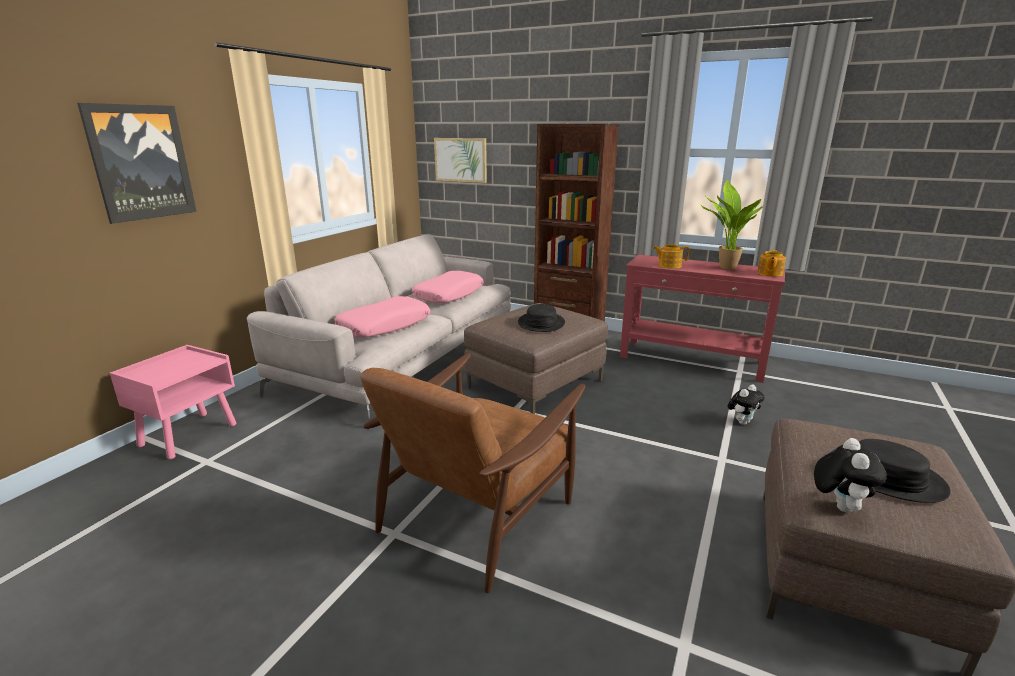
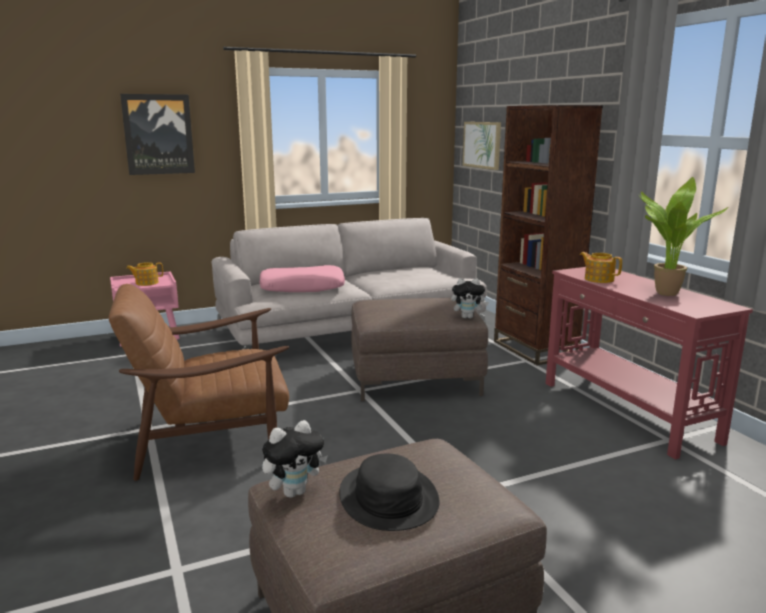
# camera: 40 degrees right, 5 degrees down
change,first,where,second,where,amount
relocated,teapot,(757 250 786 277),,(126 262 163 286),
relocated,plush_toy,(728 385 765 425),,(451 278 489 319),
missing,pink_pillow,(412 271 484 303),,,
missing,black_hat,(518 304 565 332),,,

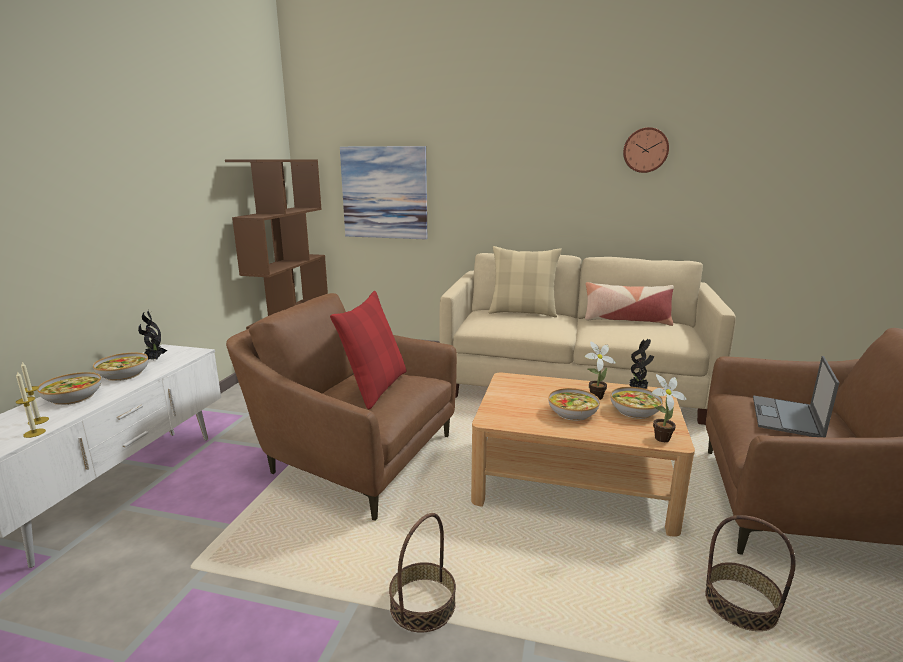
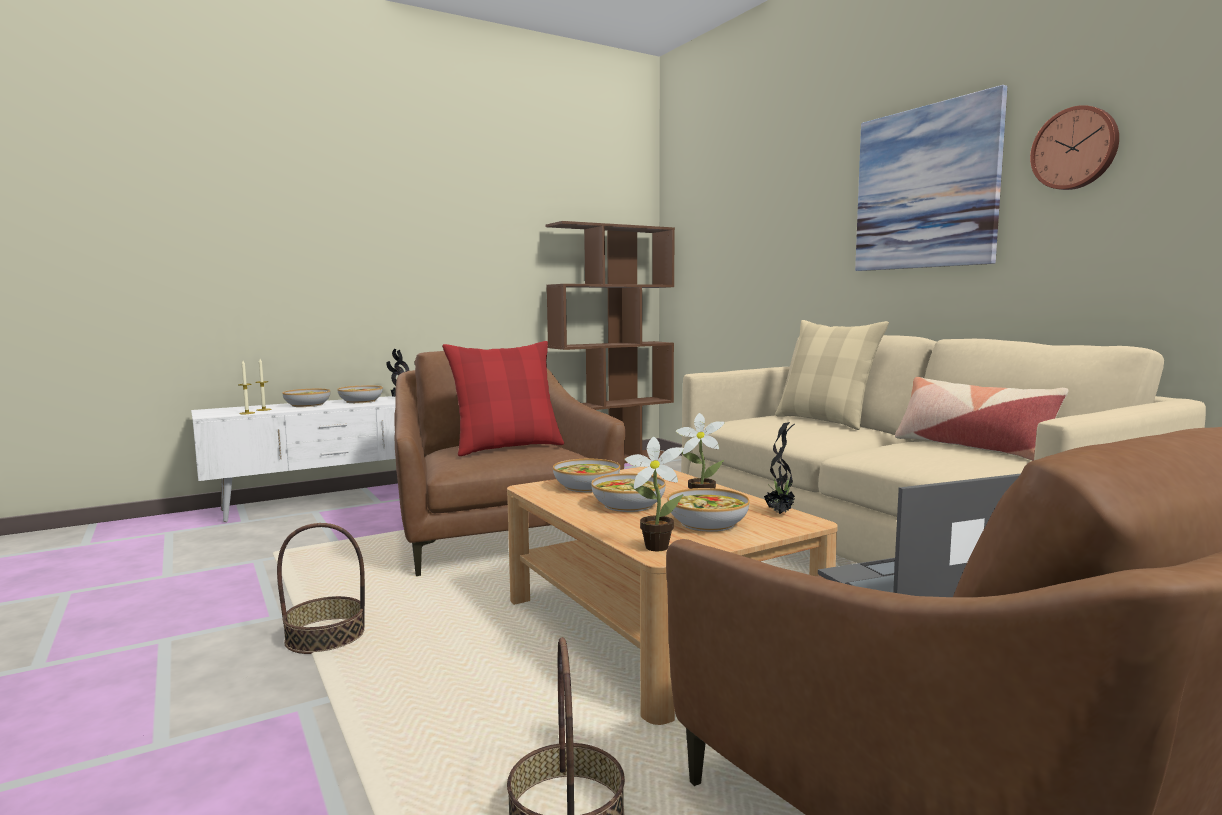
# camera: 45 degrees right, 10 degrees down
change,first,where,second,where,amount
appeared,,,bowl,(553 459 620 492),
relocated,picture,(340 146 428 239),,(855 85 1007 271),

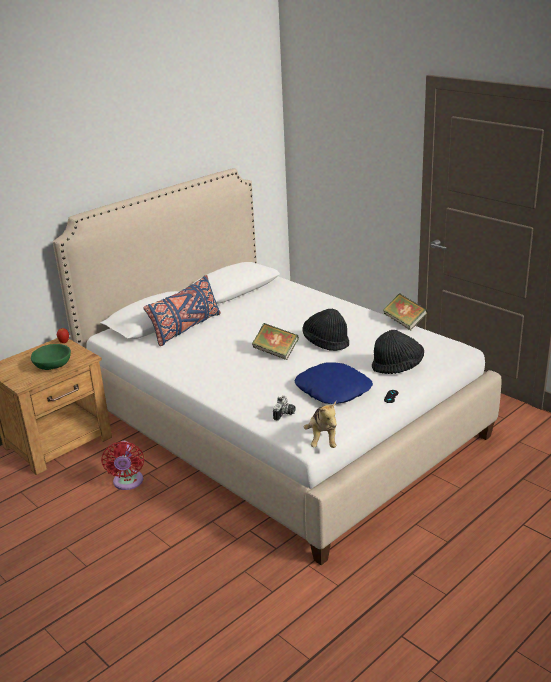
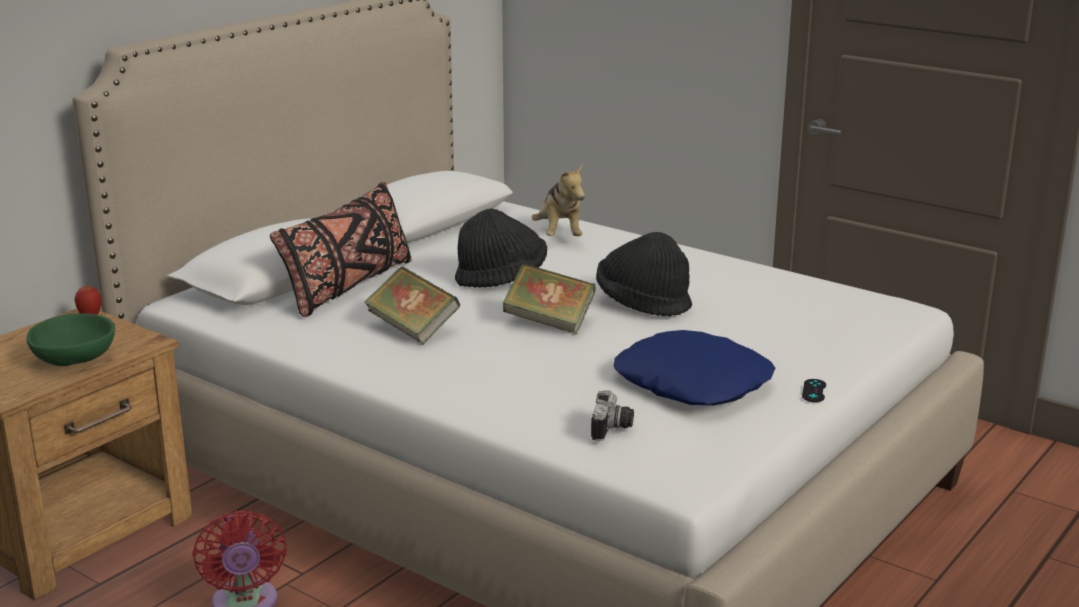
# camera: 10 degrees left, 5 degrees down
change,first,where,second,where,amount
colour,blue_pillow,(143 275 221 346),black_pillow,(270 181 412 317),
relocated,book,(383 294 428 331),,(364 266 460 344),
relocated,black_hat,(372 330 424 374),,(455 208 547 288),
relocated,plush_toy,(304 401 337 448),,(532 164 585 236),

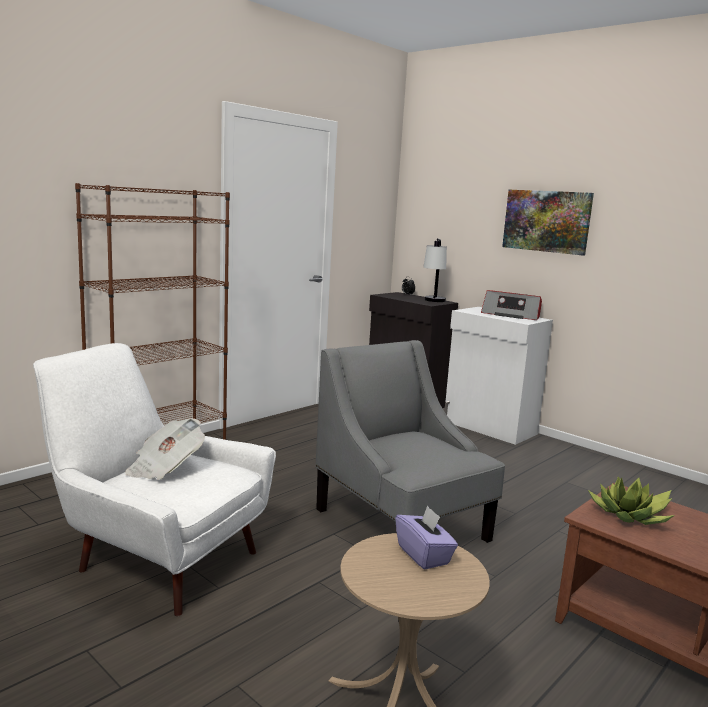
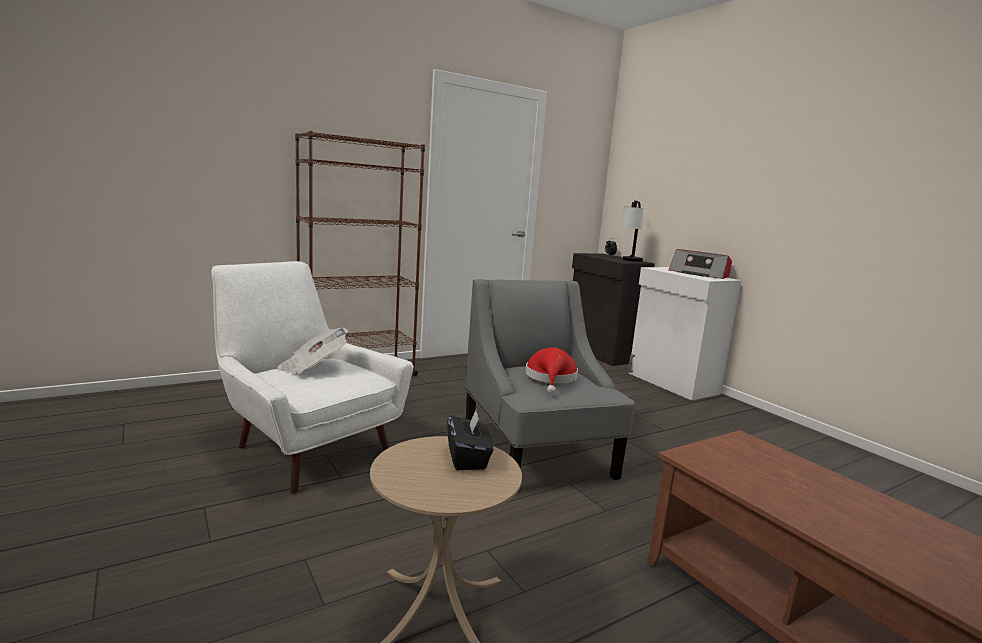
# camera: 15 degrees right, 0 degrees up
change,first,where,second,where,amount
colour,purple_tissue_box,(395 505 458 569),black_tissue_box,(447 410 493 470),
appeared,,,red_hat,(525 348 578 394),
missing,picture,(502 190 594 255),,,
missing,potted_plant,(588 476 675 525),,,

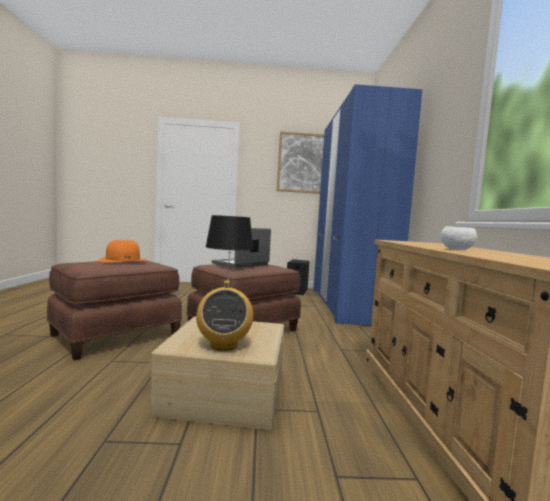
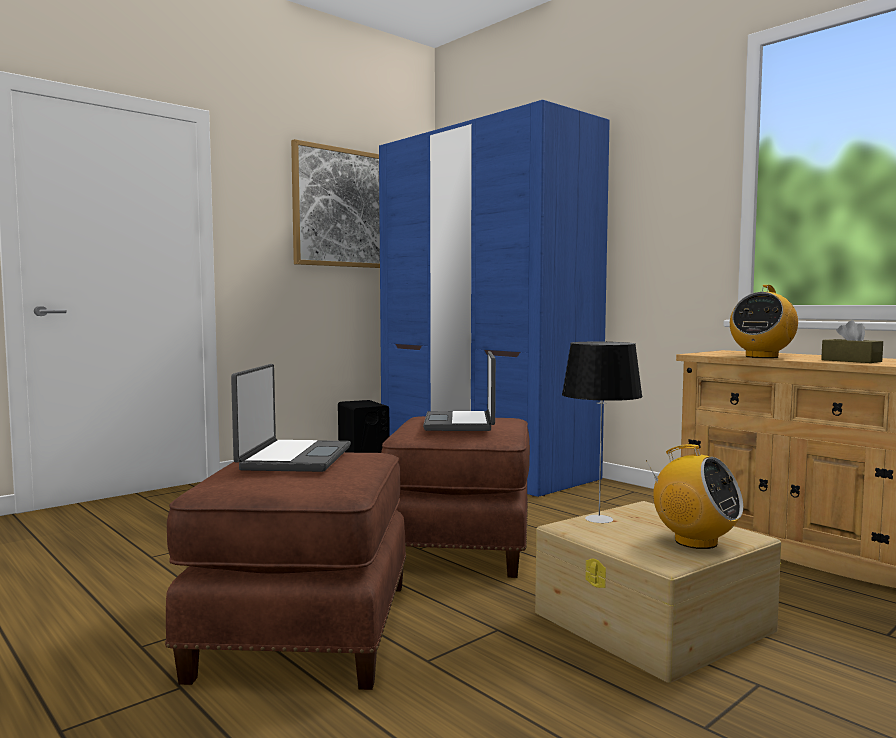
# camera: 40 degrees left, 0 degrees up
change,first,where,second,where,amount
exchanged,orange_hat,(97 240 147 262),laptop,(231 364 351 472),
appeared,,,radio,(730 285 798 358),
exchanged,white_bowl,(441 226 477 250),brown_tissue_box,(821 320 883 363),

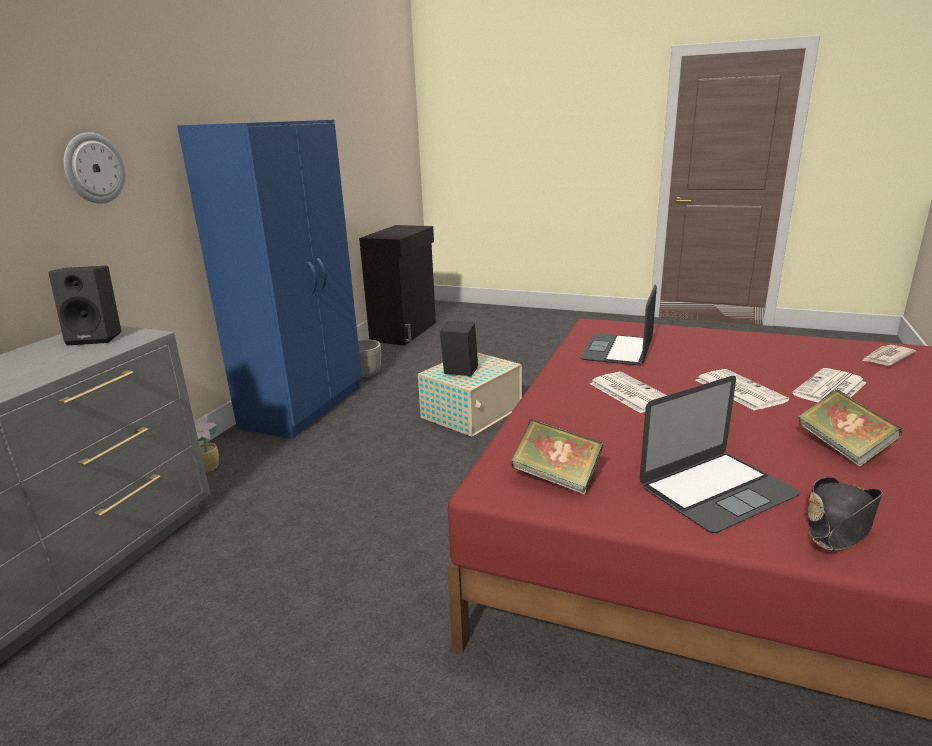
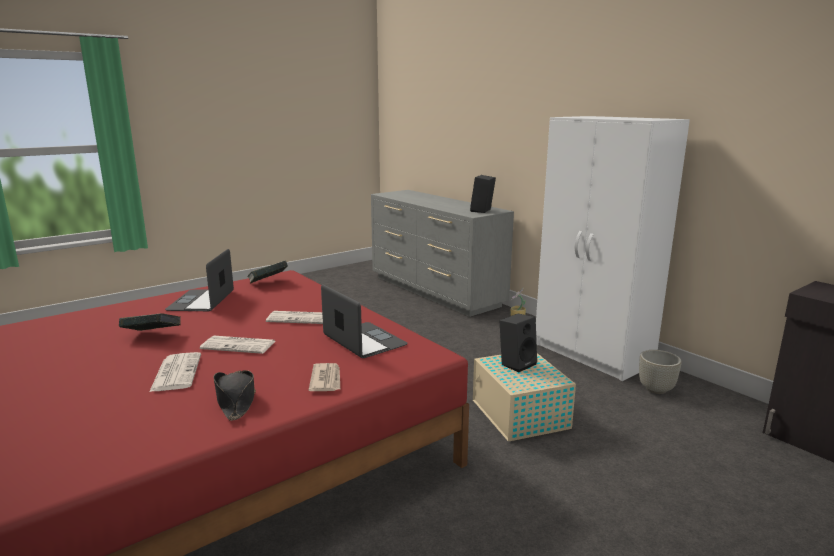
# camera: 120 degrees right, 5 degrees down
change,first,where,second,where,amount
relocated,black_hat,(807 477 883 551),,(214 370 256 421),
relocated,newspaper,(862 345 916 366),,(309 363 340 391),
colour,blue_wardrobe,(177 120 362 439),white_wardrobe,(536 116 690 381),
missing,wall_clock,(64 132 126 204),,,

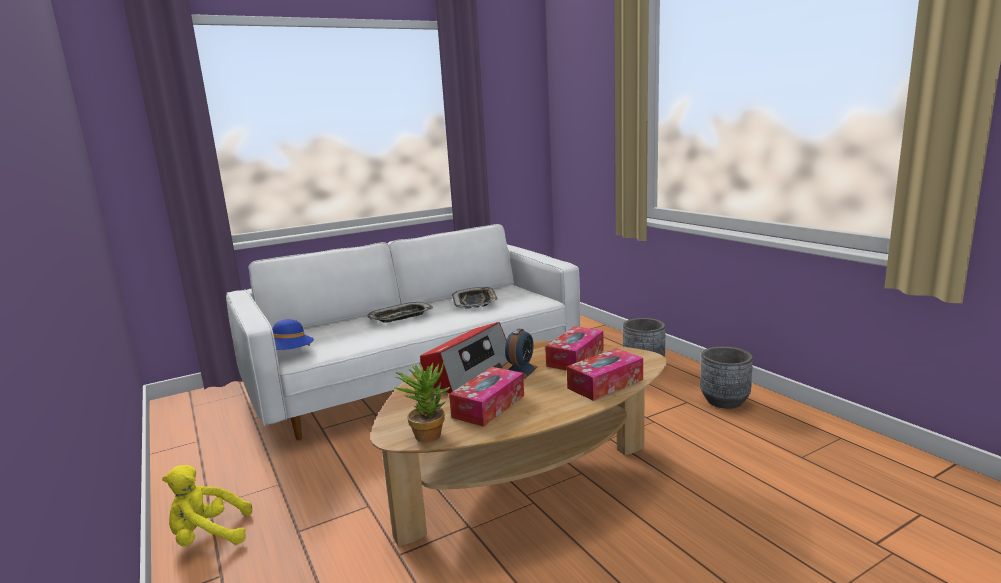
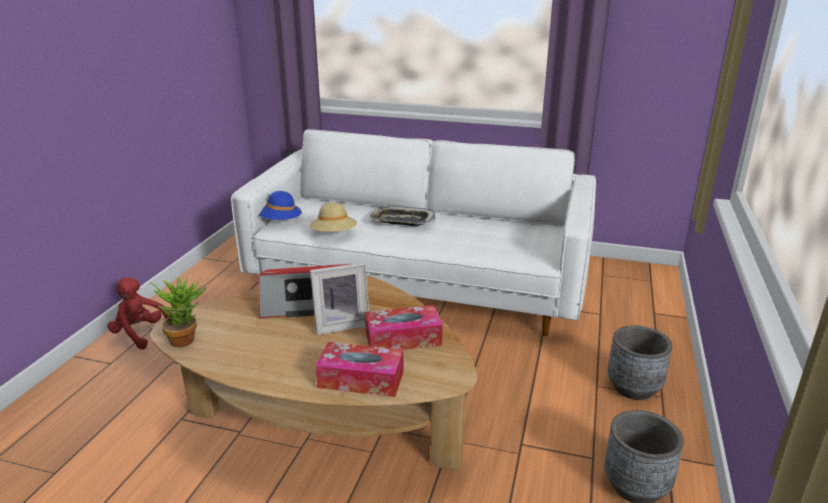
# camera: 45 degrees right, 10 degrees up
change,first,where,second,where,amount
colour,yellow_plush_toy,(162 465 252 547),red_plush_toy,(107 277 169 349),
appeared,,,beige_hat,(310 202 357 232),
exchanged,alarm_clock,(505 329 538 379),picture_frame,(310 262 369 335),
missing,tissue_box,(449 367 524 427),,,
missing,tray,(452 287 498 308),,,

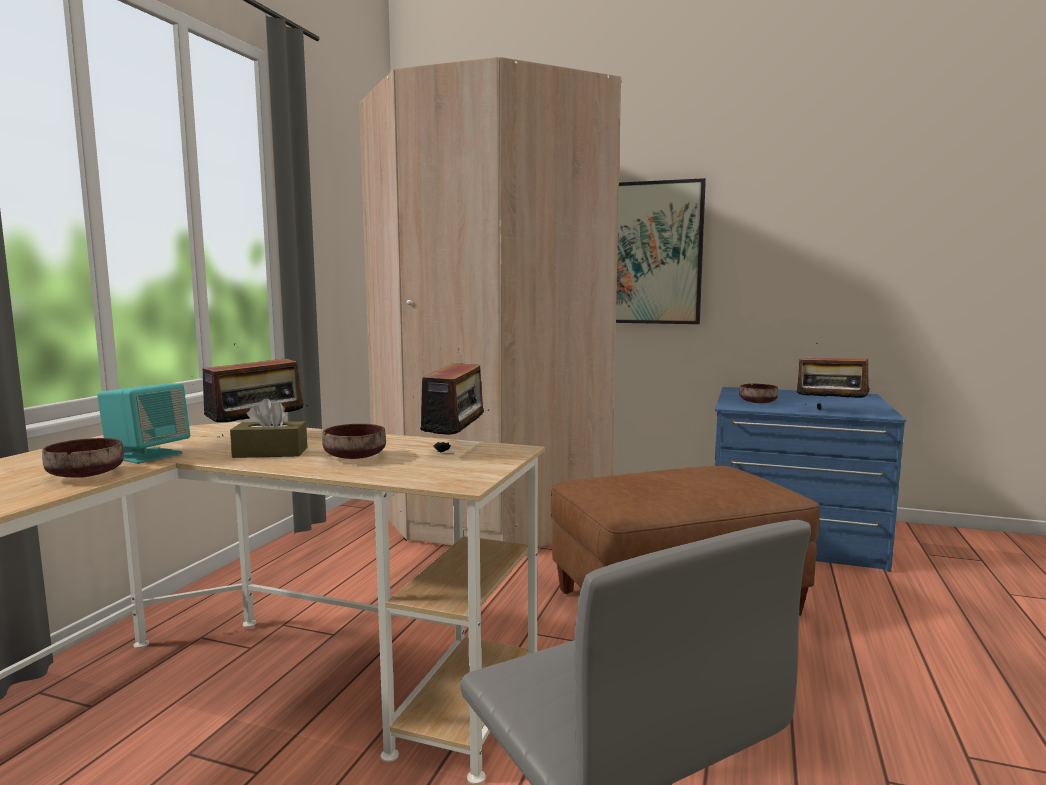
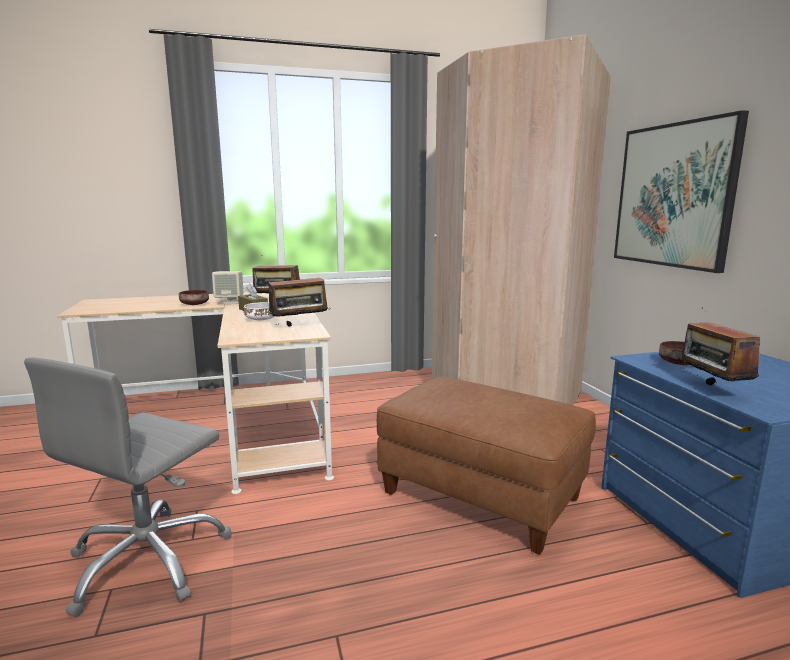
# camera: 55 degrees right, 5 degrees up
change,first,where,second,where,amount
colour,turquoise_speaker,(97 383 190 464),beige_speaker,(212 271 243 304),
colour,brown_bowl,(322 424 386 459),white_bowl,(244 302 275 320),

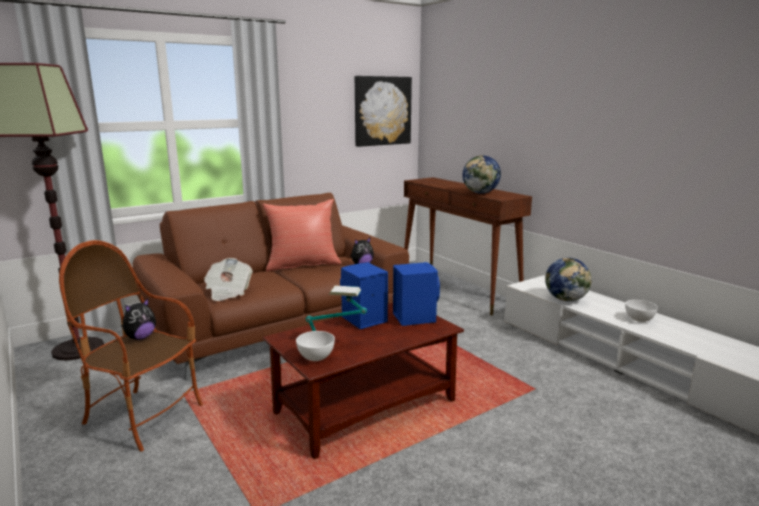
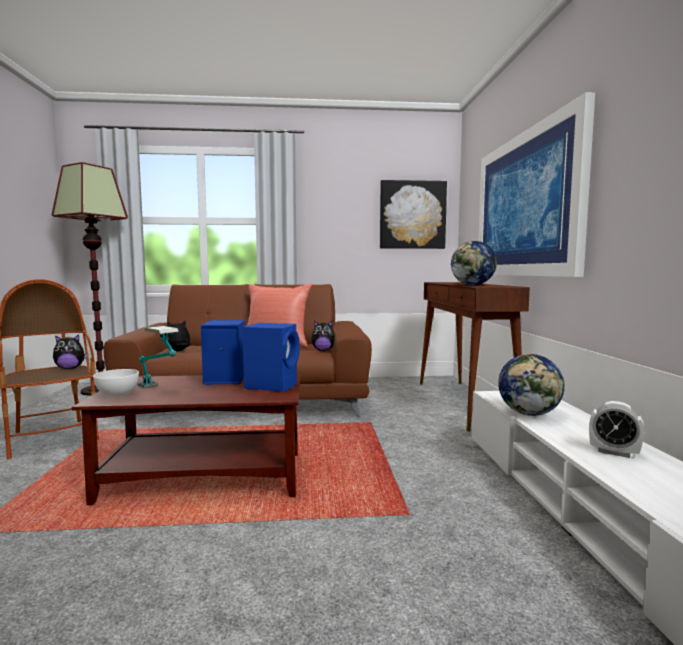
# camera: 30 degrees right, 10 degrees down
change,first,where,second,where,amount
exchanged,newspaper,(204 258 253 301),plush_toy,(167 320 191 351),
appeared,,,picture,(478 92 595 277),
exchanged,white_bowl,(625 300 658 322),alarm_clock,(589 401 644 458),

